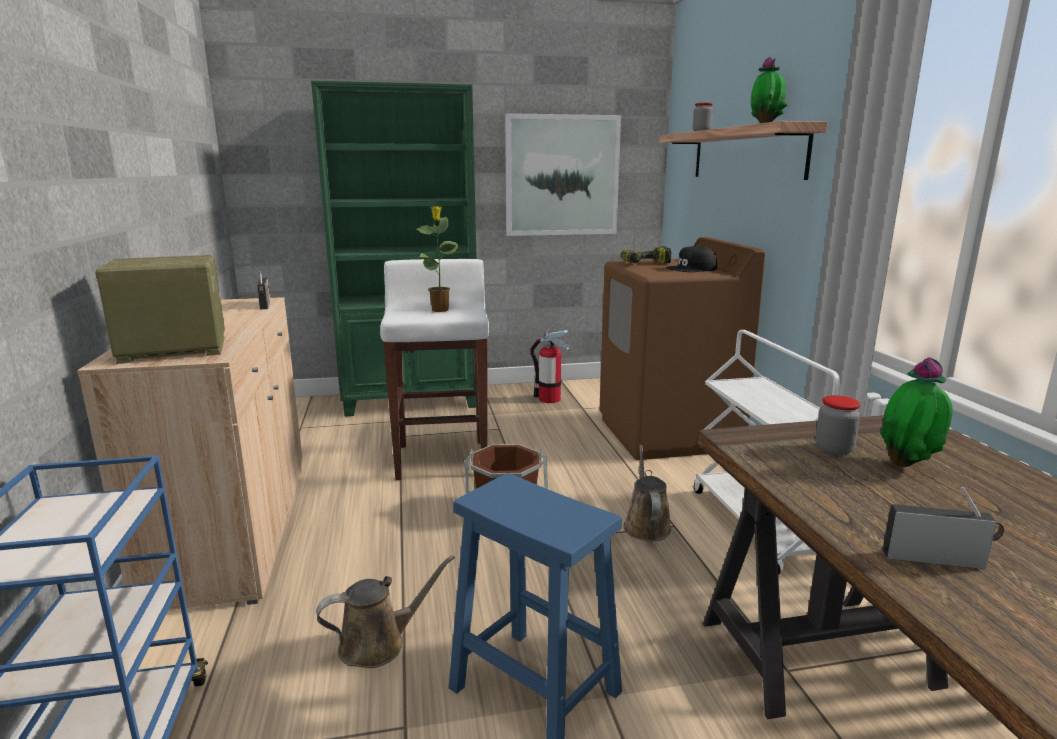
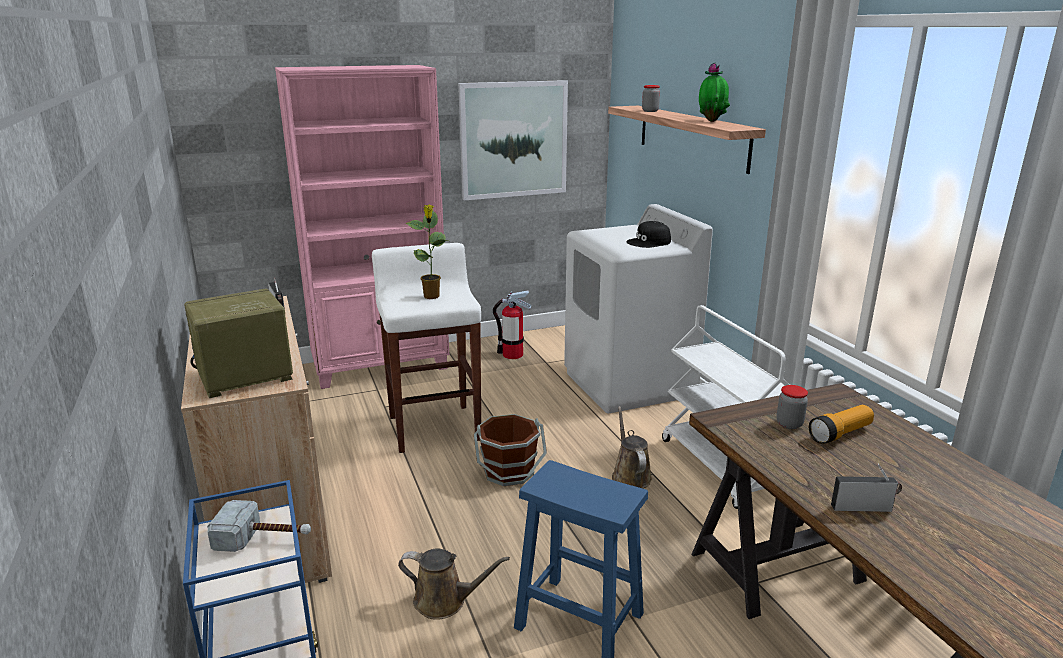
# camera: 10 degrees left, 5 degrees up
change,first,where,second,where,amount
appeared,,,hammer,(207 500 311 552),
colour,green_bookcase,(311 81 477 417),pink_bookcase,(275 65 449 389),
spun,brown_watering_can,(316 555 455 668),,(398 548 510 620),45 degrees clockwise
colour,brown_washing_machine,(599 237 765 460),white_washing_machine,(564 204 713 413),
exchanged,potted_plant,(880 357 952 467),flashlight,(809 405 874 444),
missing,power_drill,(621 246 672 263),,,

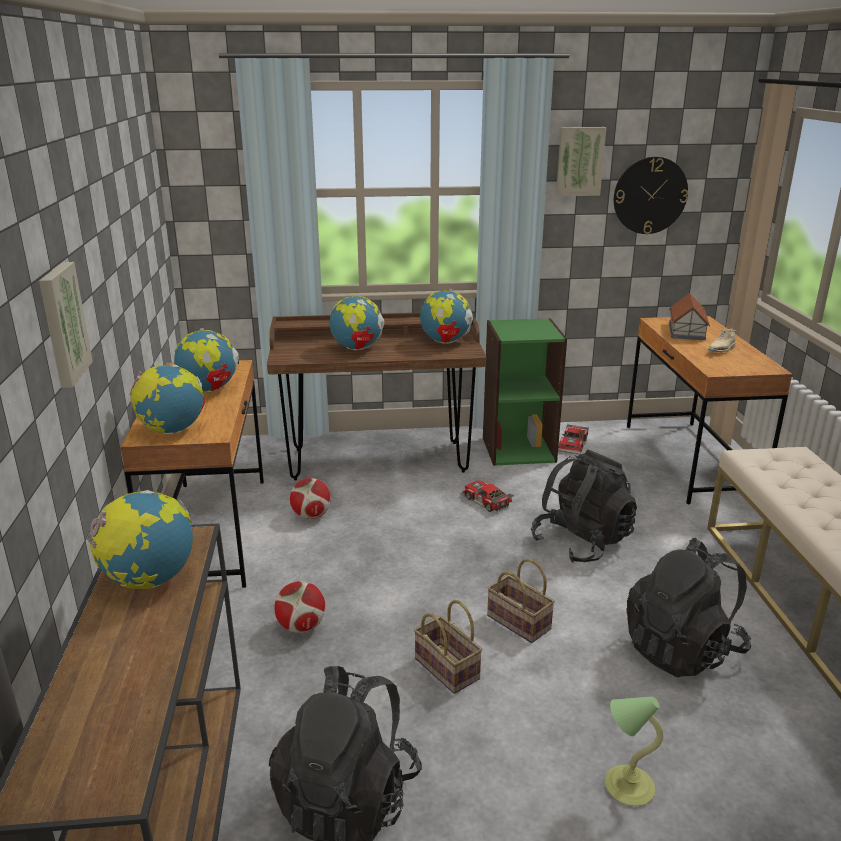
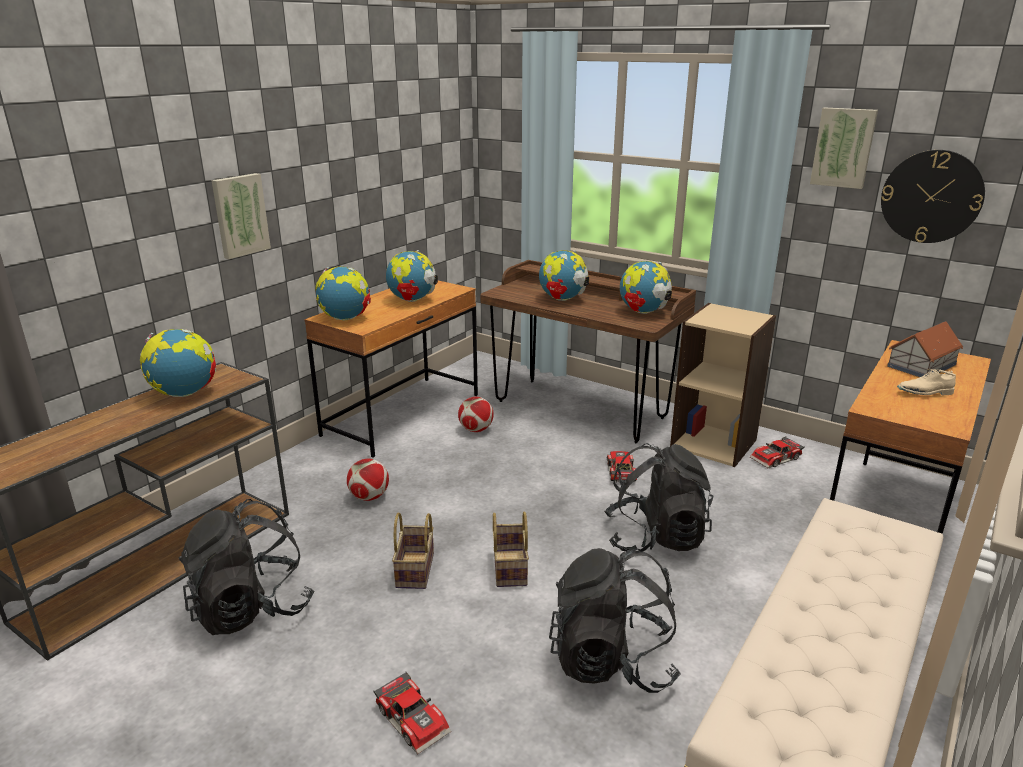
# camera: 40 degrees right, 0 degrees up
change,first,where,second,where,amount
exchanged,table_lamp,(605 696 664 806),toy_car,(374 672 451 755),
colour,green_bookcase,(483 318 567 466),beige_bookcase,(670 303 776 467),

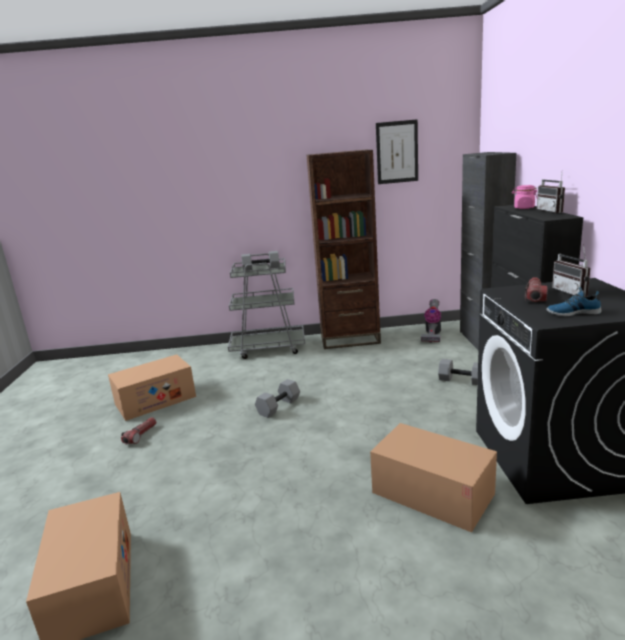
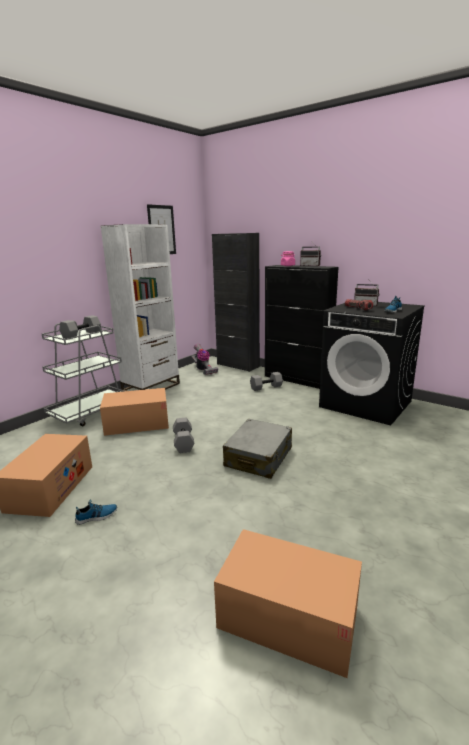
# camera: 50 degrees left, 0 degrees up
change,first,where,second,where,amount
exchanged,flashlight,(121 417 156 444),shoe,(75 500 117 525),
colour,brown_bookcase,(306 150 381 349),white_bookcase,(100 224 180 391),
relocated,cardboard_box,(370 423 497 533),,(100 388 169 436),
appeared,,,grey_suitcase,(223 419 292 479),

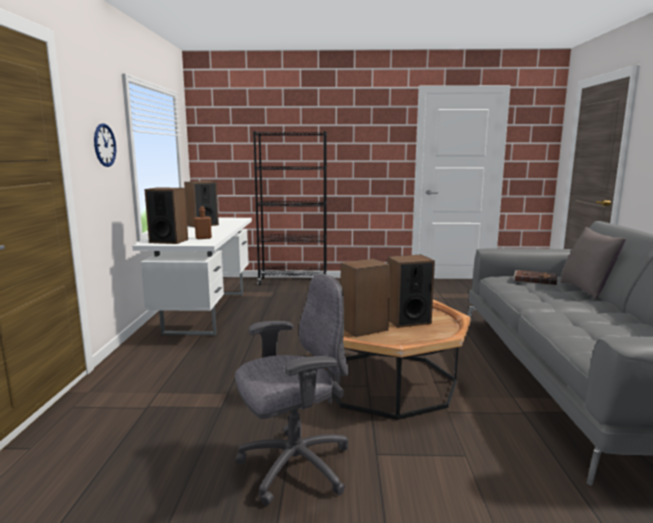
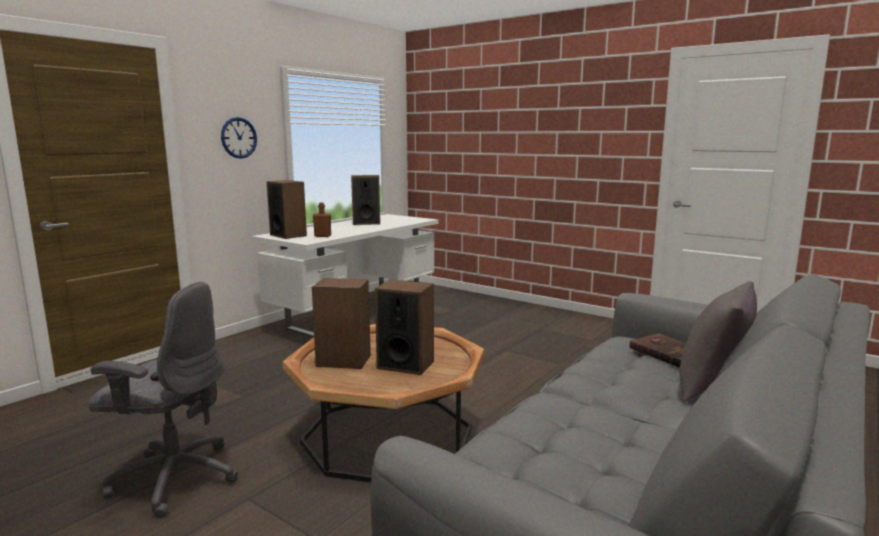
# camera: 35 degrees right, 0 degrees up
change,first,where,second,where,amount
missing,black_bookcase,(253 131 327 285),,,

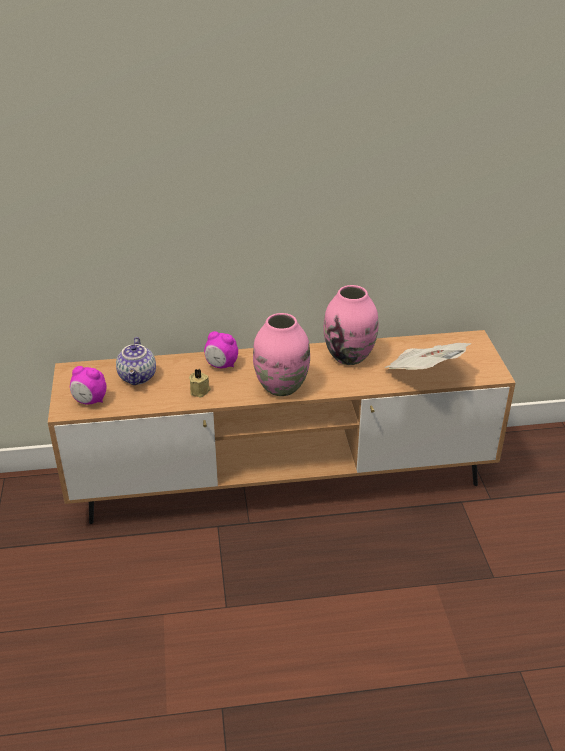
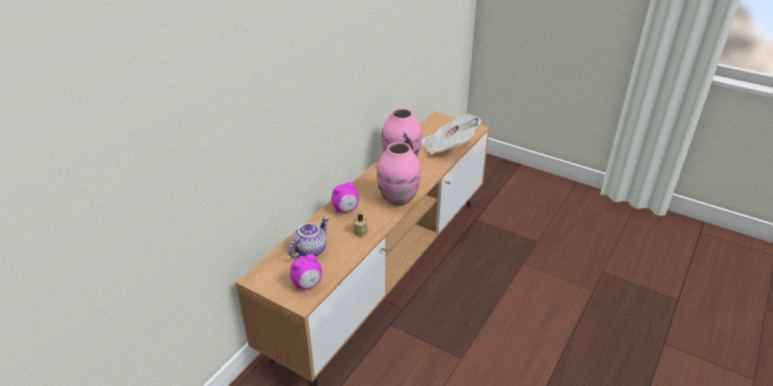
# camera: 50 degrees left, 0 degrees up
change,first,where,second,where,amount
spun,teapot,(116 337 156 385),,(288 217 329 258),90 degrees counterclockwise

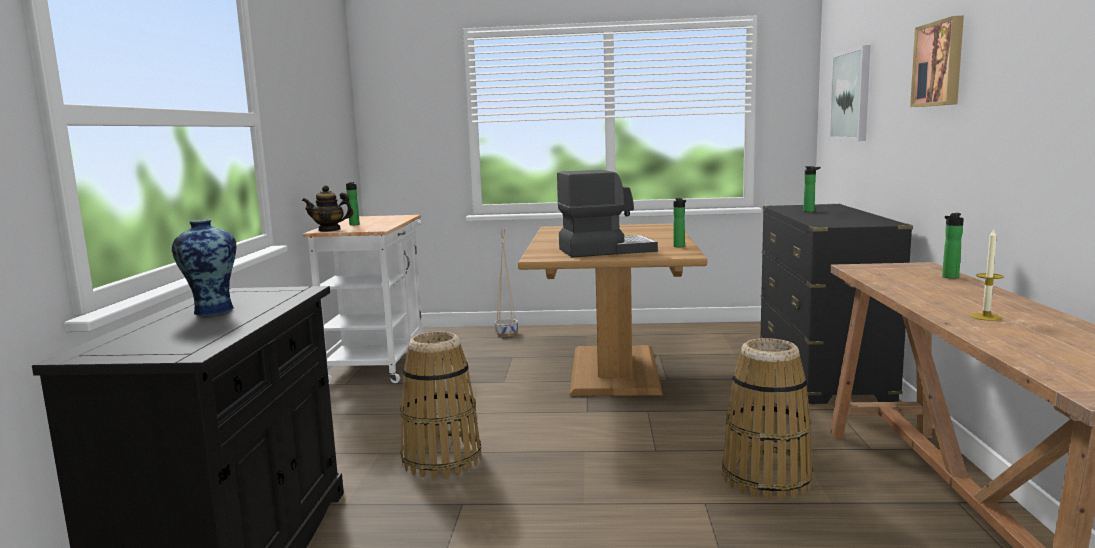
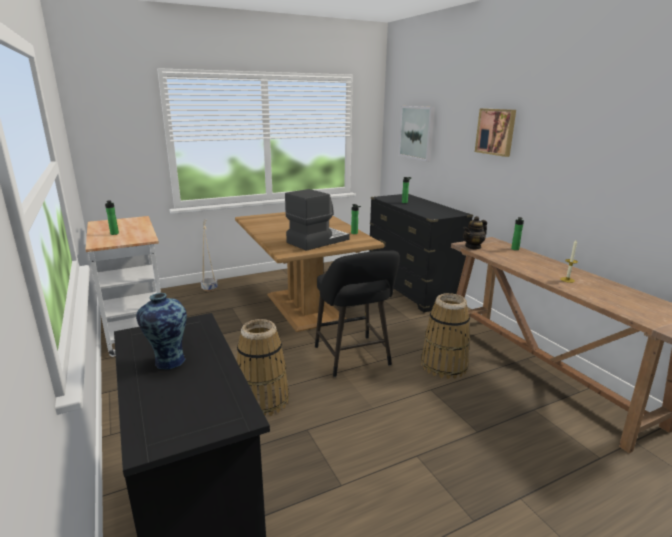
# camera: 30 degrees left, 10 degrees up
change,first,where,second,where,amount
appeared,,,black_stool,(315 251 400 377),
relocated,teapot,(302 185 354 232),,(463 216 487 250),

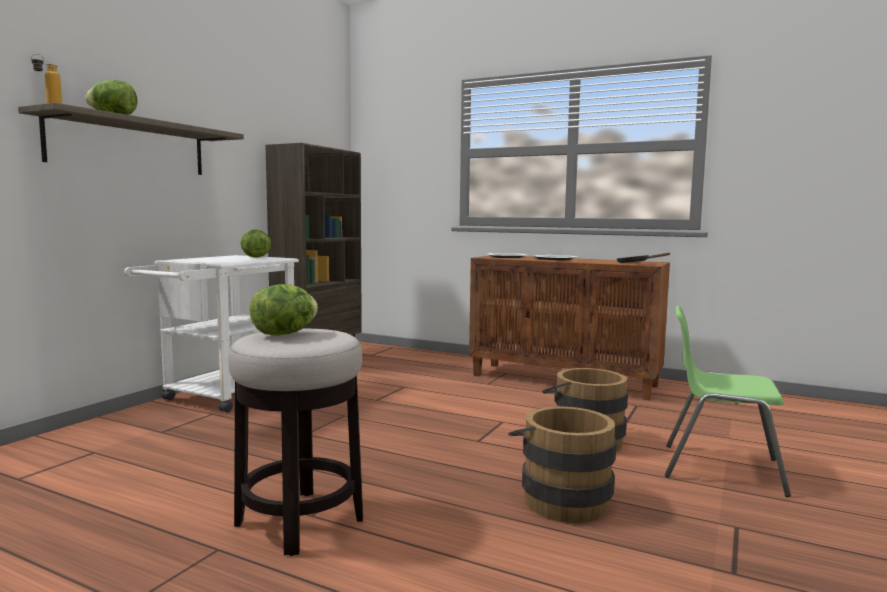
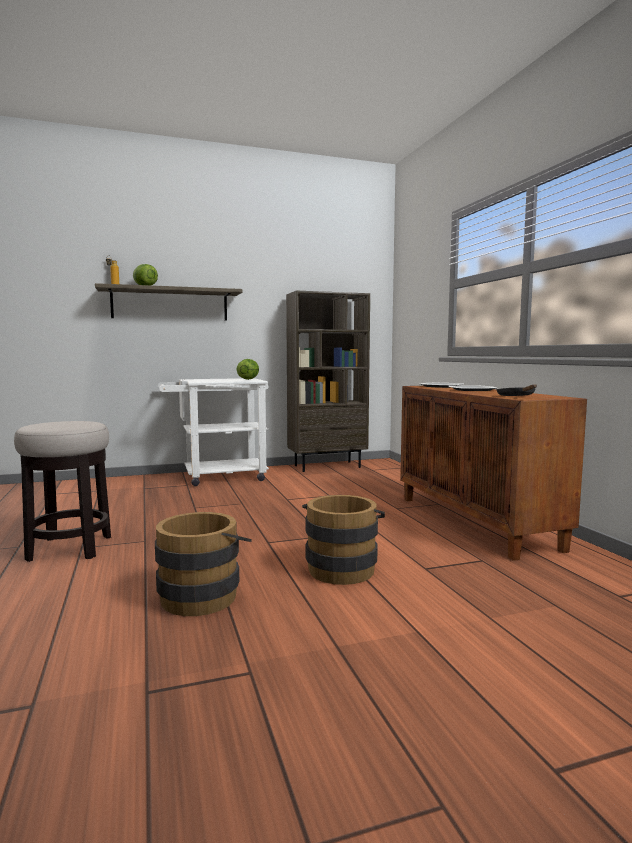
# camera: 45 degrees right, 0 degrees up
change,first,where,second,where,amount
missing,lettuce,(249 284 318 335),,,
missing,green_chair,(665 306 791 497),,,

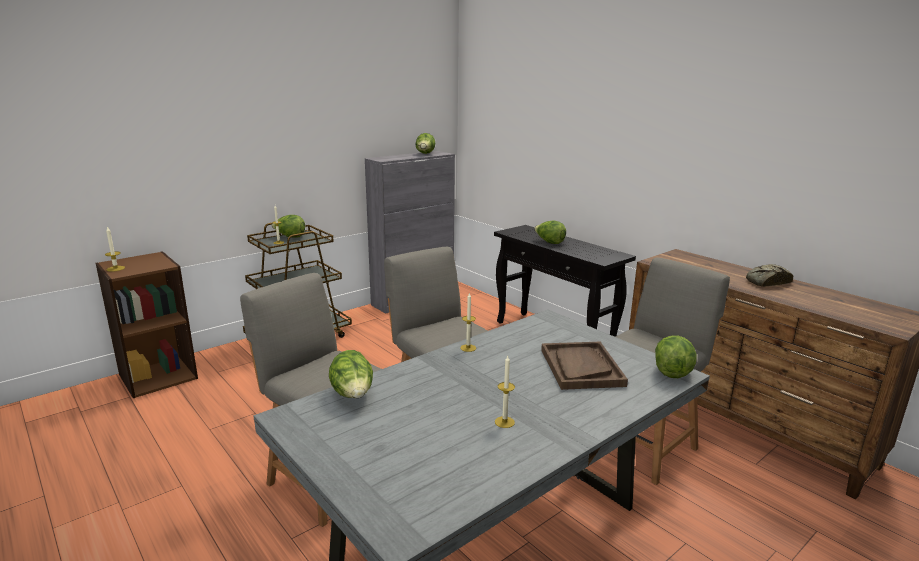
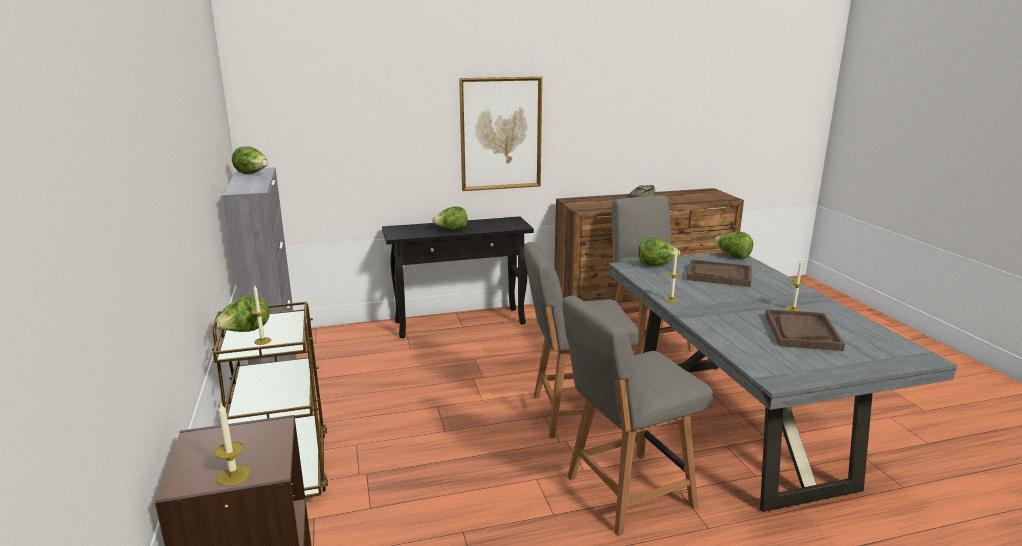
# camera: 65 degrees left, 0 degrees up
change,first,where,second,where,amount
appeared,,,picture,(459 77 542 191),
relocated,lettuce,(329 350 373 398),,(638 238 680 266),
appeared,,,brown_tray,(765 309 845 351),

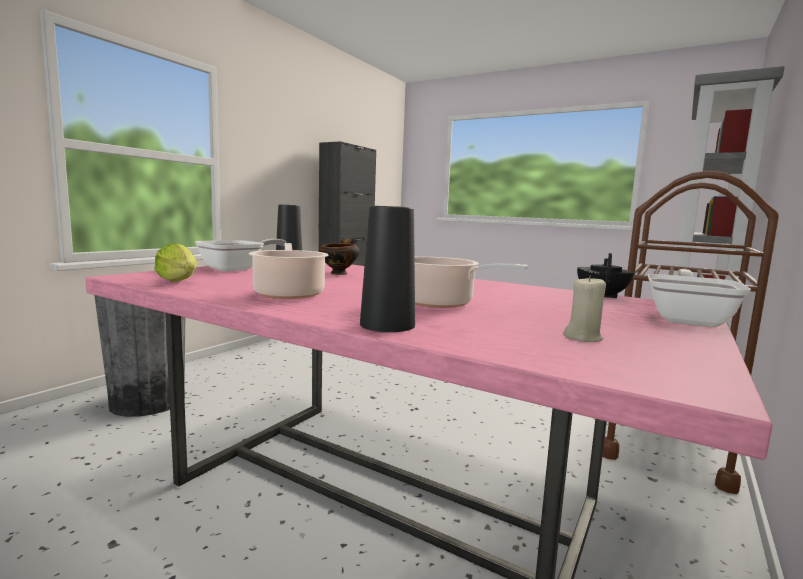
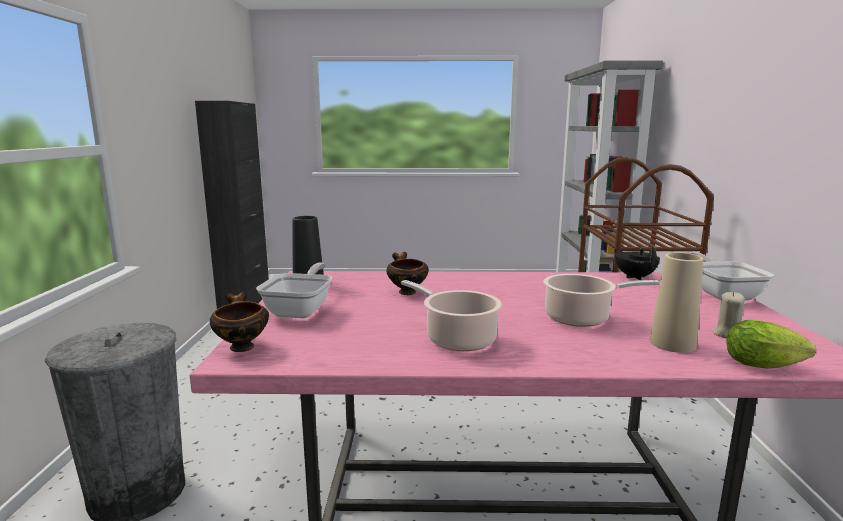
# camera: 30 degrees left, 5 degrees up
change,first,where,second,where,amount
appeared,,,bowl,(210 292 269 352),
appeared,,,beige_vase,(650 252 703 353),
relocated,lettuce,(154 243 197 282),,(726 320 816 369),
missing,black_vase,(360 206 415 332),,,

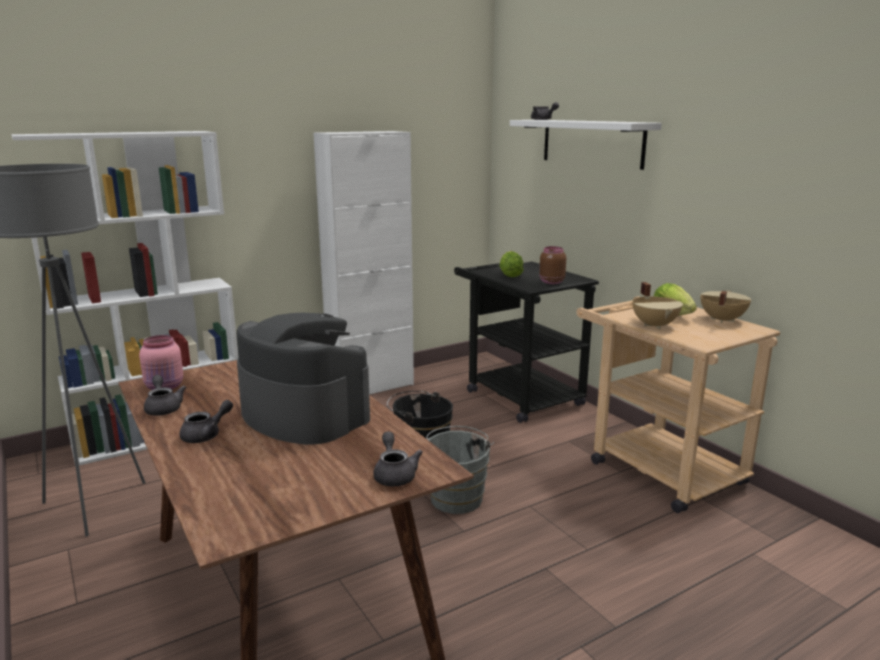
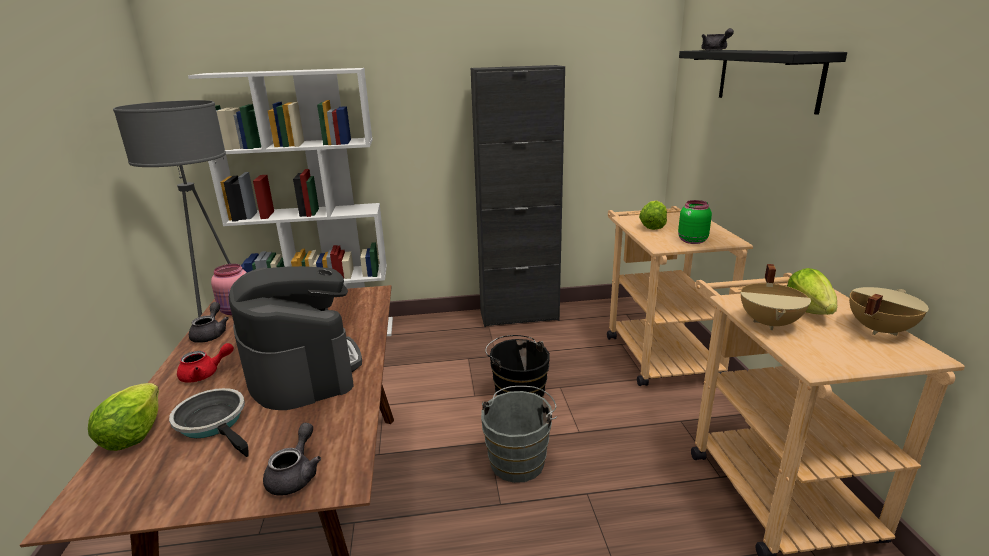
# camera: 25 degrees right, 5 degrees up
change,first,where,second,where,amount
appeared,,,lettuce,(88 383 159 451),
appeared,,,frying_pan,(169 388 249 457),
colour,grey_teapot,(179 400 233 443),red_teapot,(177 343 234 383),
colour,white_cabinet,(313 131 414 395),black_cabinet,(471 65 565 327),
colour,black_cart,(454 262 599 423),beige_cart,(607 206 753 386),
colour,brown_jar,(539 246 566 284),green_jar,(678 200 712 244),
colour,white_shelf,(510 120 662 170),black_shelf,(679 50 847 115),

